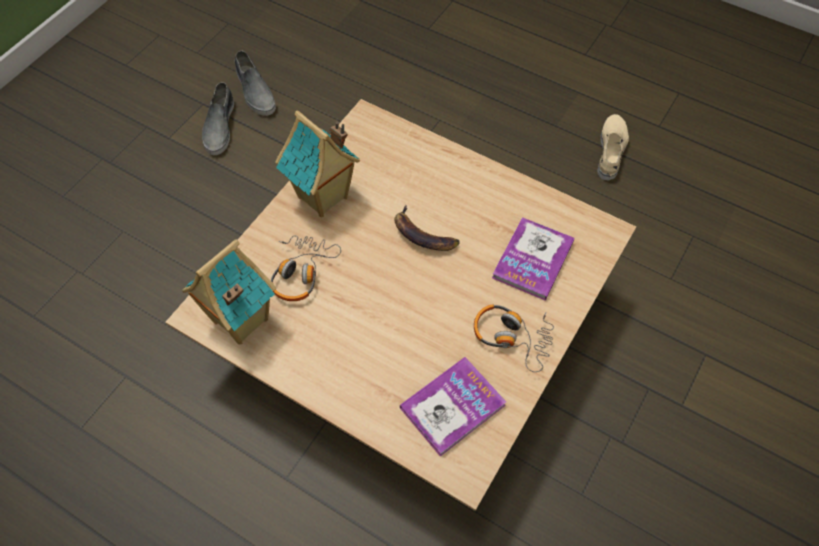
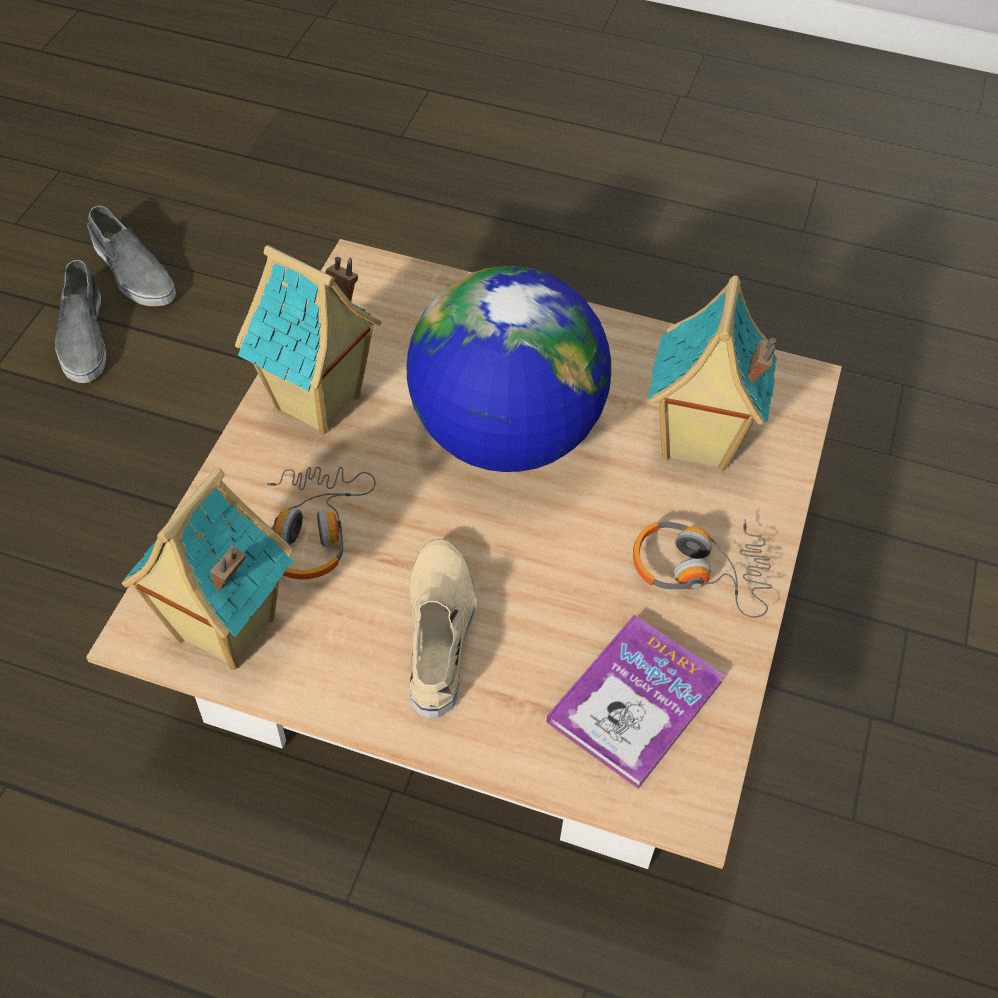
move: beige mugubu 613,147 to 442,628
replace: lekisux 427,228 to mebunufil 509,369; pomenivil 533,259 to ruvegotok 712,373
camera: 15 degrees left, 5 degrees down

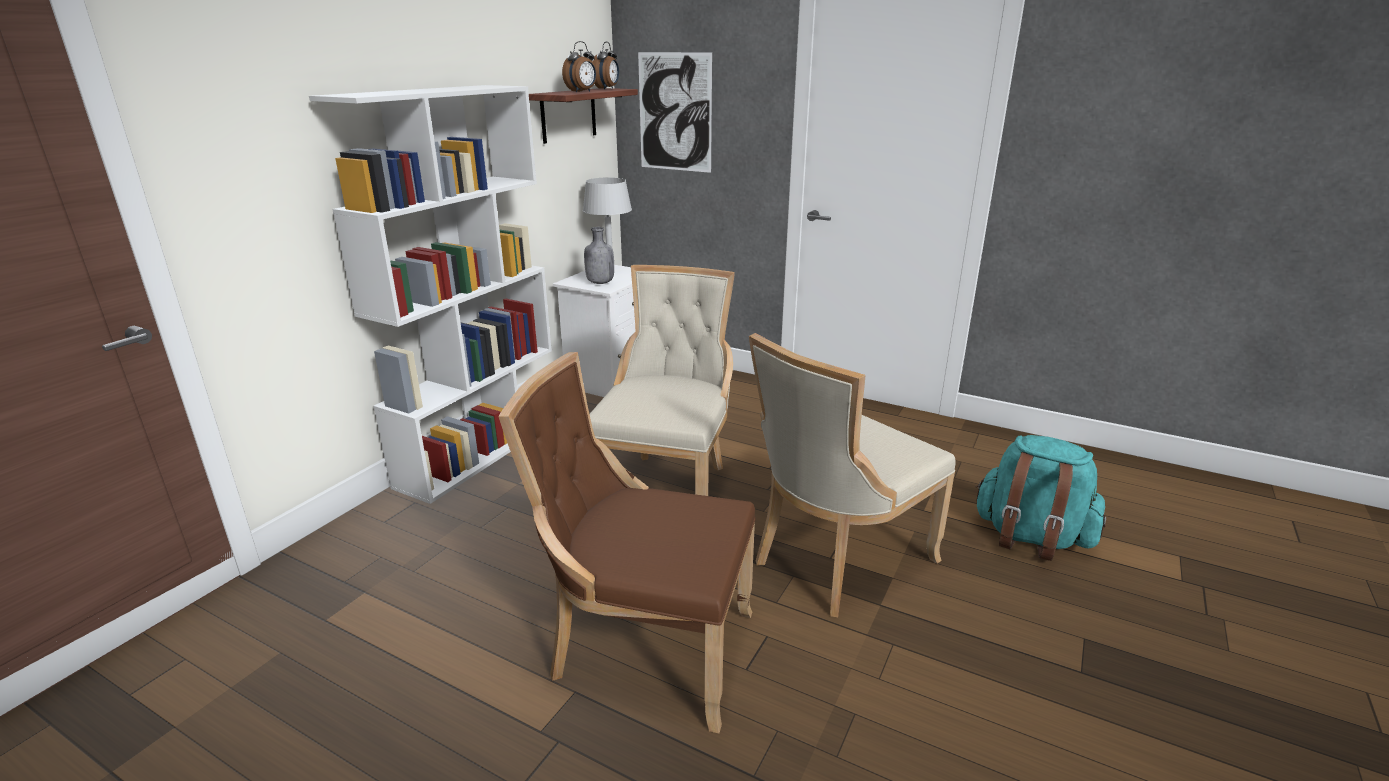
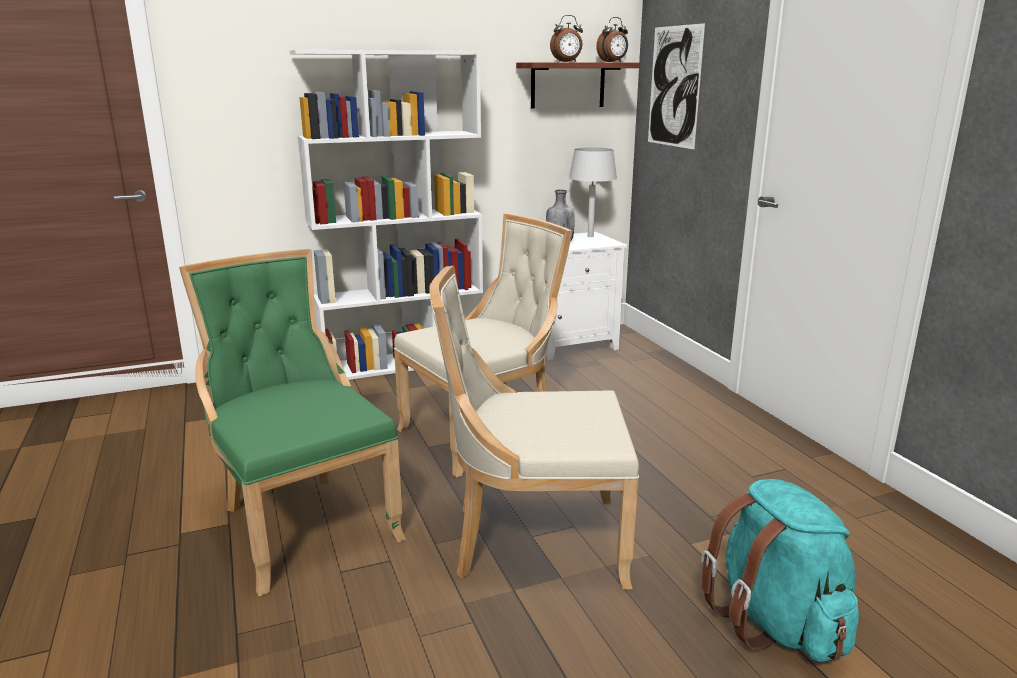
recolor: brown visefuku 627,542 to green visefuku 292,422
camera: 40 degrees right, 5 degrees down

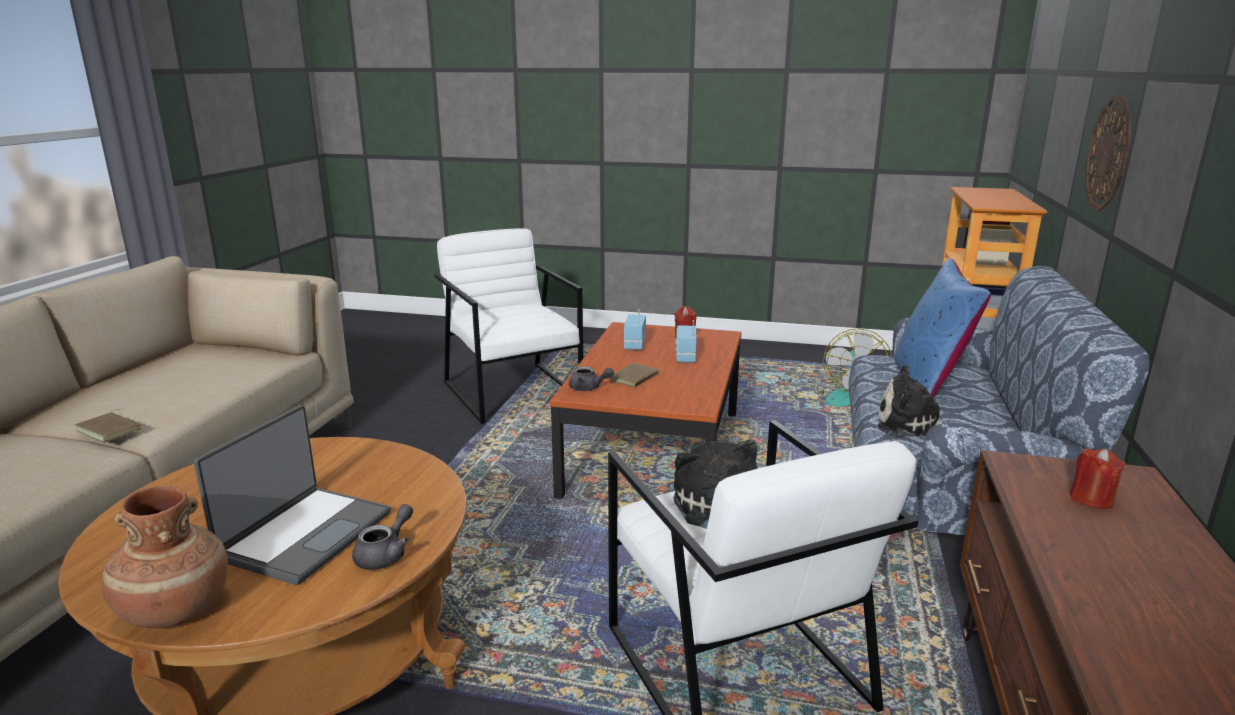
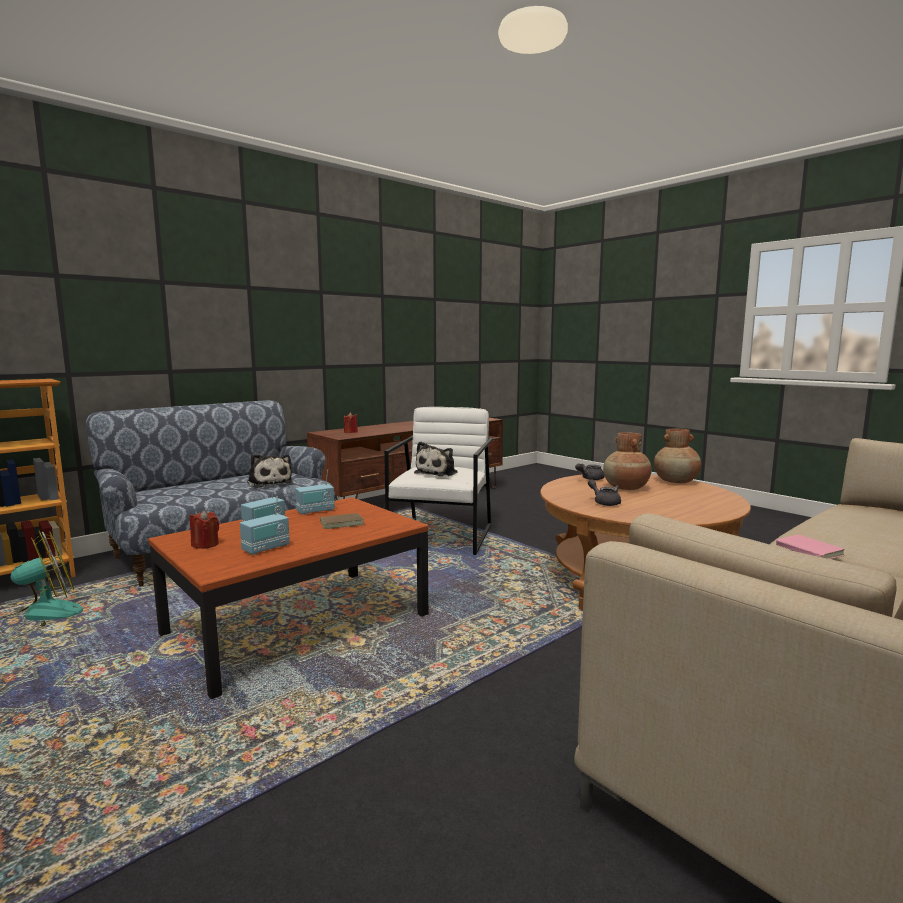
delete: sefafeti 1108,153; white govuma 508,326; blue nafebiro 942,327
insert: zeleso 315,492
move: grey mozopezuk 591,378 to 604,493
replace: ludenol 292,495 to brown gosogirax 627,461
recolor: brown pomenivil 108,426 to pink pomenivil 810,547
camera: 145 degrees left, 10 degrees down

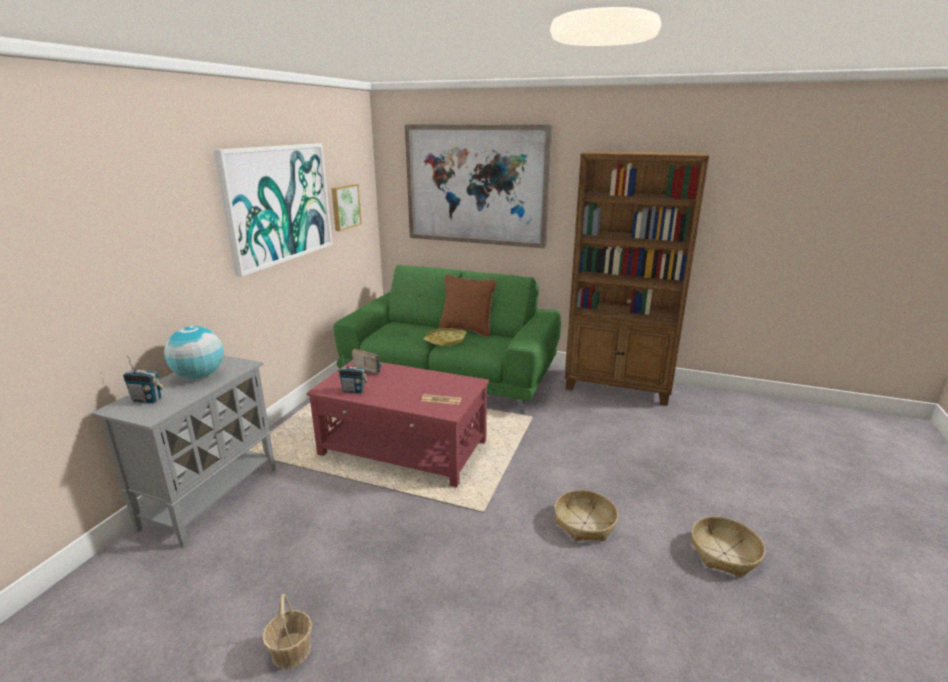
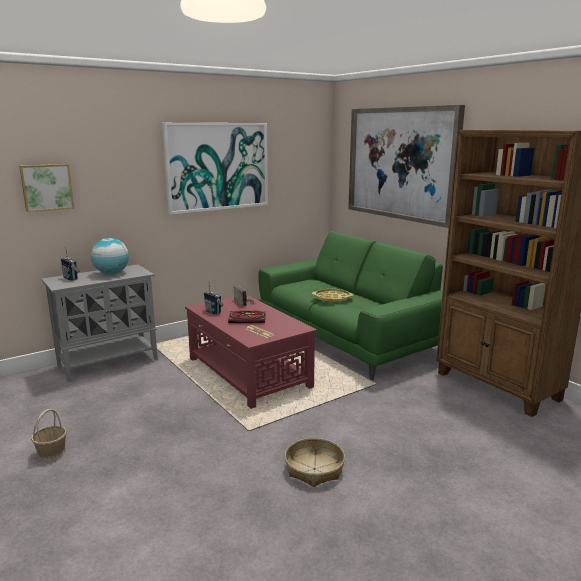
delete: brown nafebiro 468,305; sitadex 728,546
insert: pomenivil 247,317
move: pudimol 346,207 to 46,188
camera: 35 degrees right, 5 degrees down

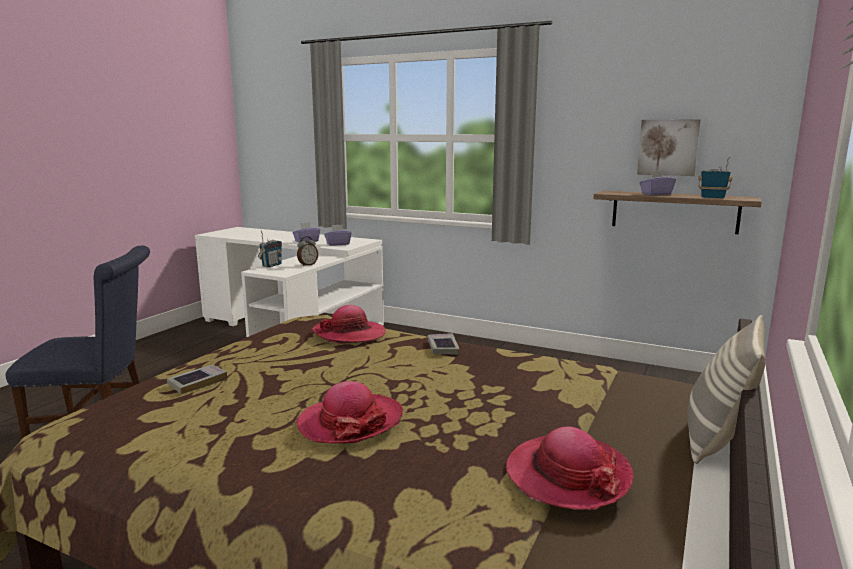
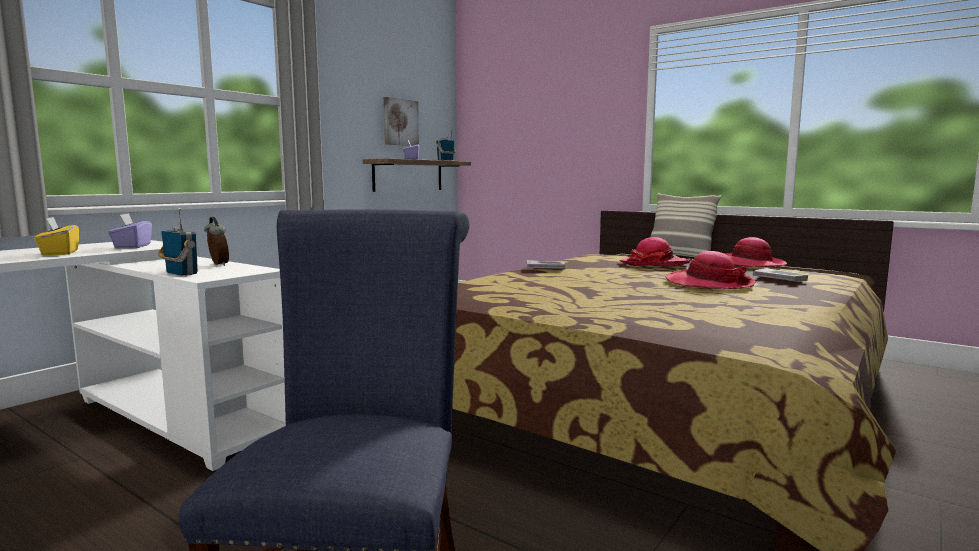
move: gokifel 349,324 to 655,251; pomenivil 197,379 to 780,274
recolor: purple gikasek 306,232 to yellow gikasek 56,236
camera: 80 degrees left, 5 degrees down

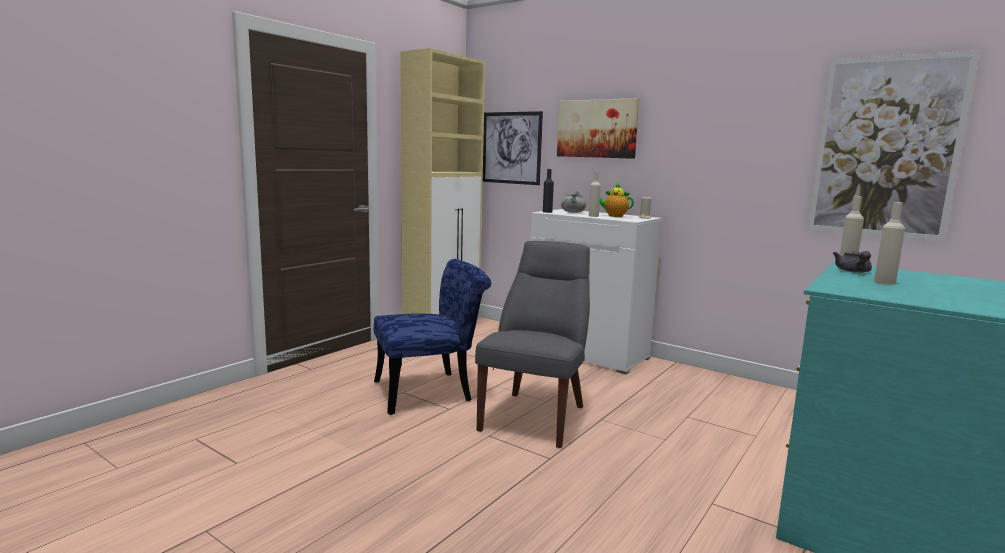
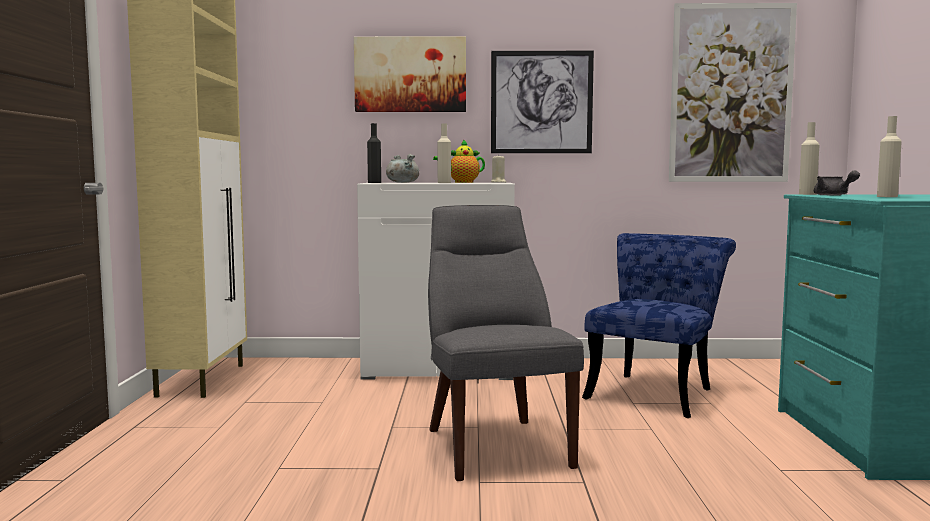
move: pudimol 513,148 to 542,102; blue visefuku 432,337 to 659,325
camera: 35 degrees left, 5 degrees down

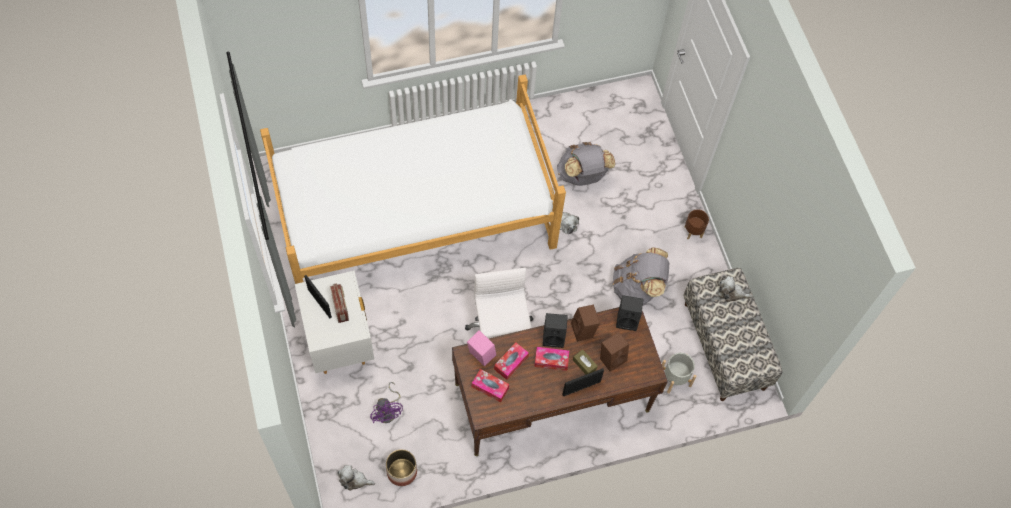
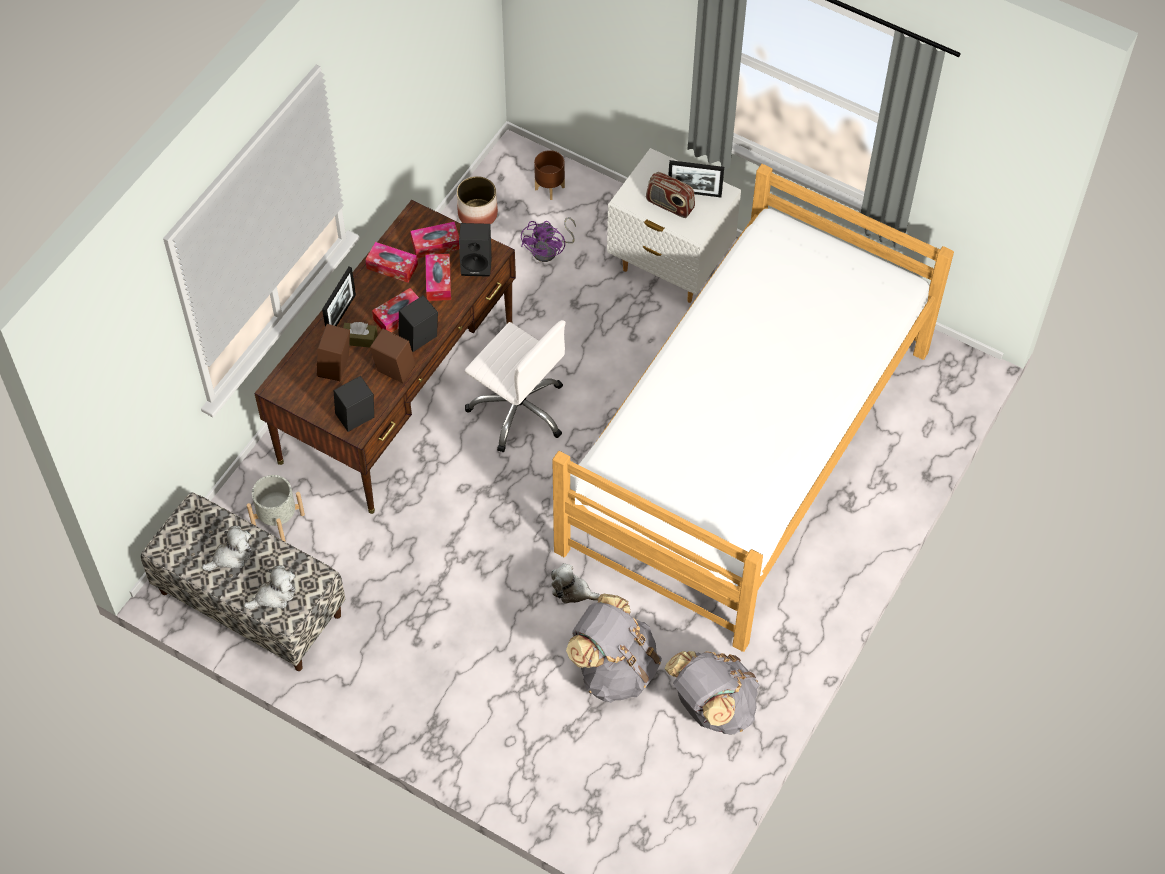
insert: gikasek 391,262
move: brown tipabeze 697,224 to 549,175; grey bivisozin 641,276 to 712,693; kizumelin 356,478 to 227,548
recolor: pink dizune 481,348 to black dizune 475,250
rotate: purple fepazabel 386,402 = 548,239 105 degrees counterclockwise
camera: 140 degrees right, 5 degrees down

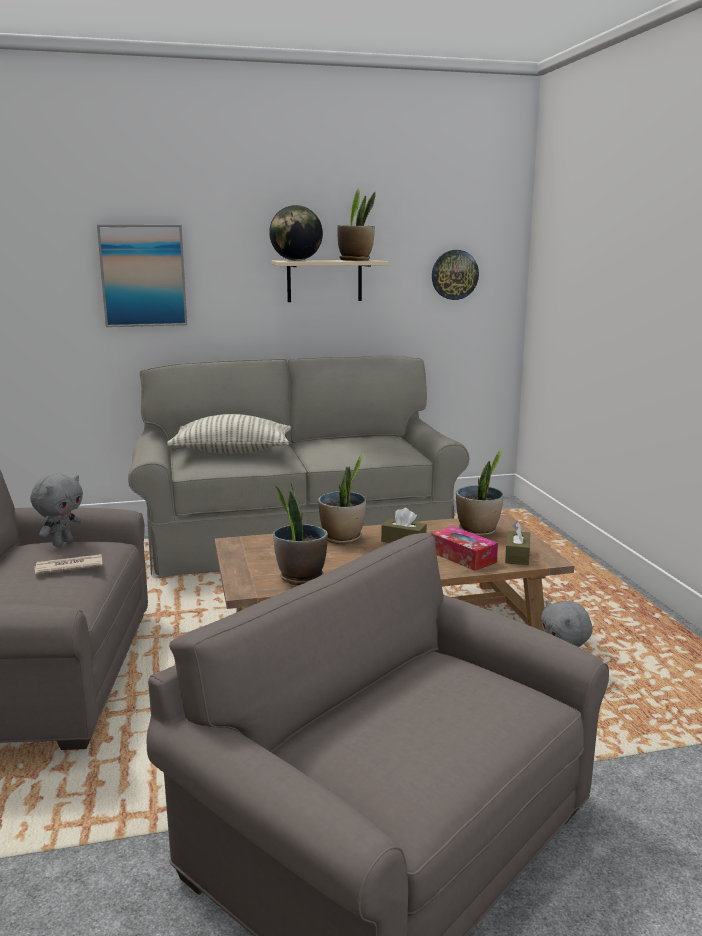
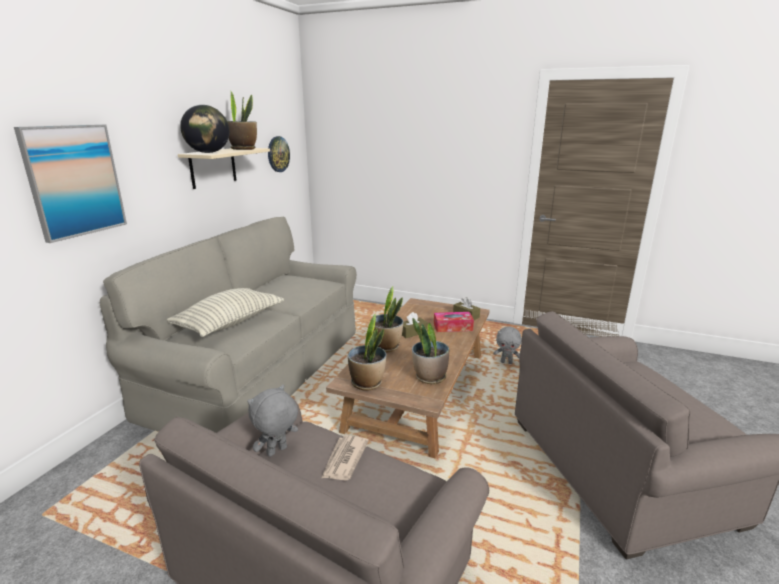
move: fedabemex 479,492 to 367,352
rotate: grey kizumelin 56,510 = 272,421 105 degrees counterclockwise
camera: 55 degrees left, 5 degrees up

